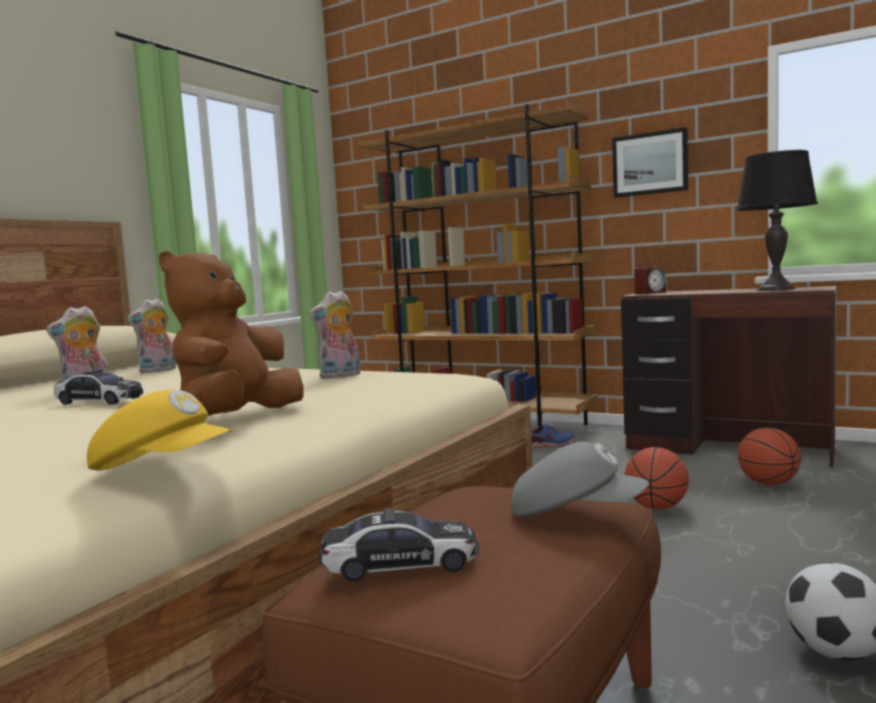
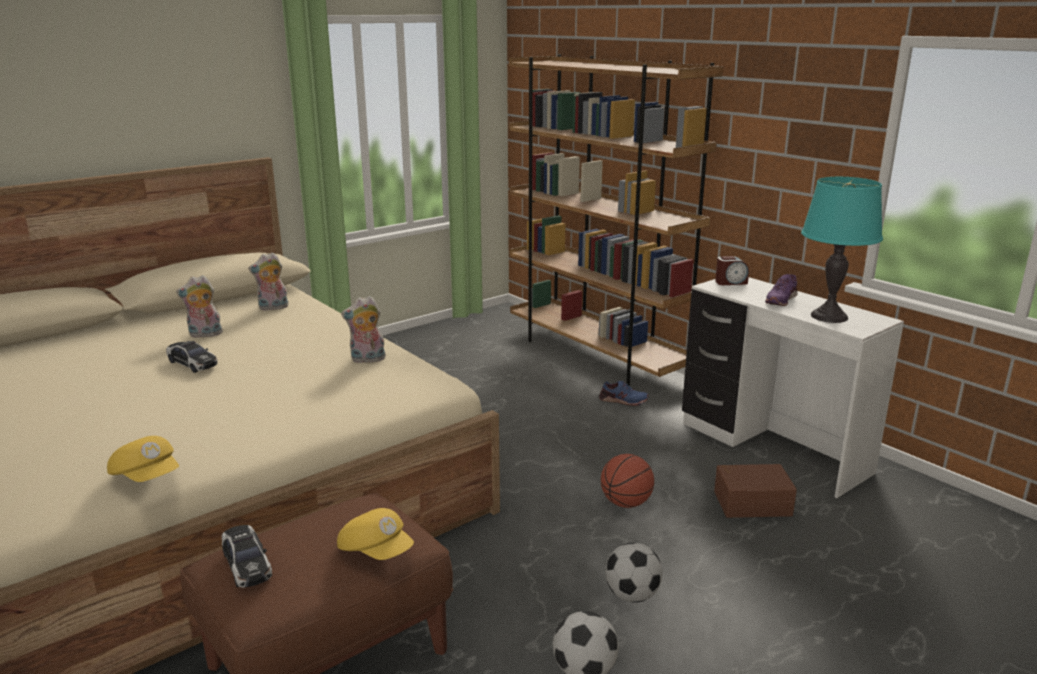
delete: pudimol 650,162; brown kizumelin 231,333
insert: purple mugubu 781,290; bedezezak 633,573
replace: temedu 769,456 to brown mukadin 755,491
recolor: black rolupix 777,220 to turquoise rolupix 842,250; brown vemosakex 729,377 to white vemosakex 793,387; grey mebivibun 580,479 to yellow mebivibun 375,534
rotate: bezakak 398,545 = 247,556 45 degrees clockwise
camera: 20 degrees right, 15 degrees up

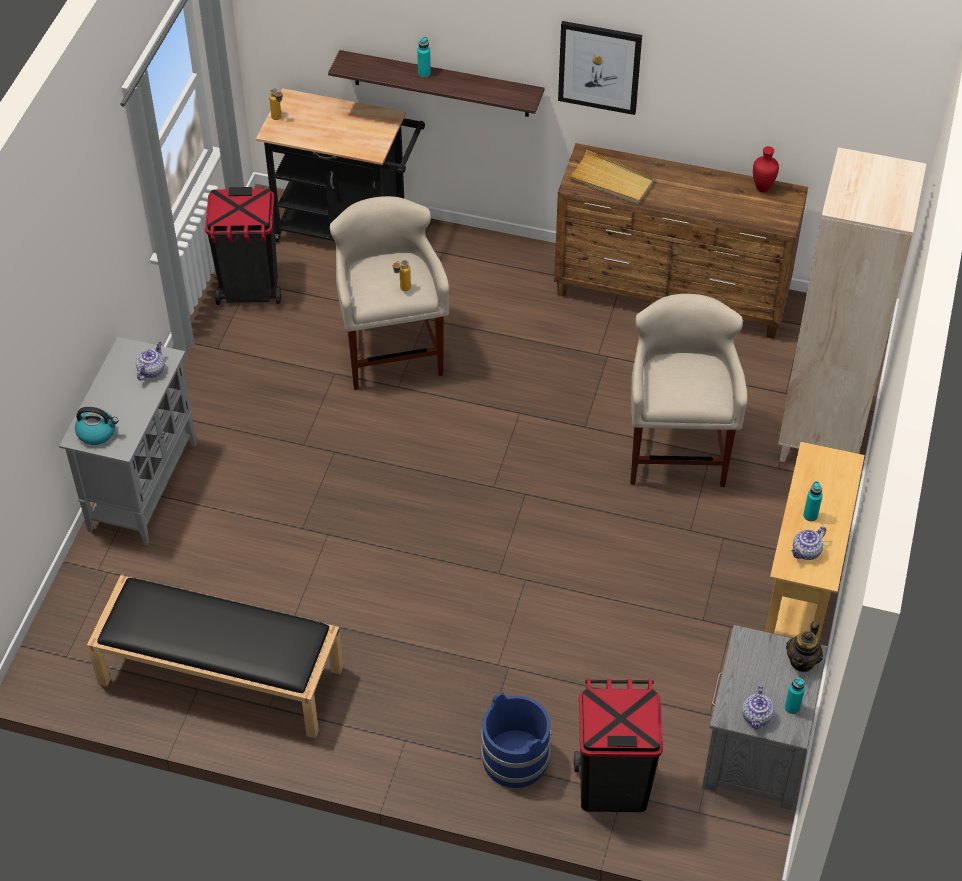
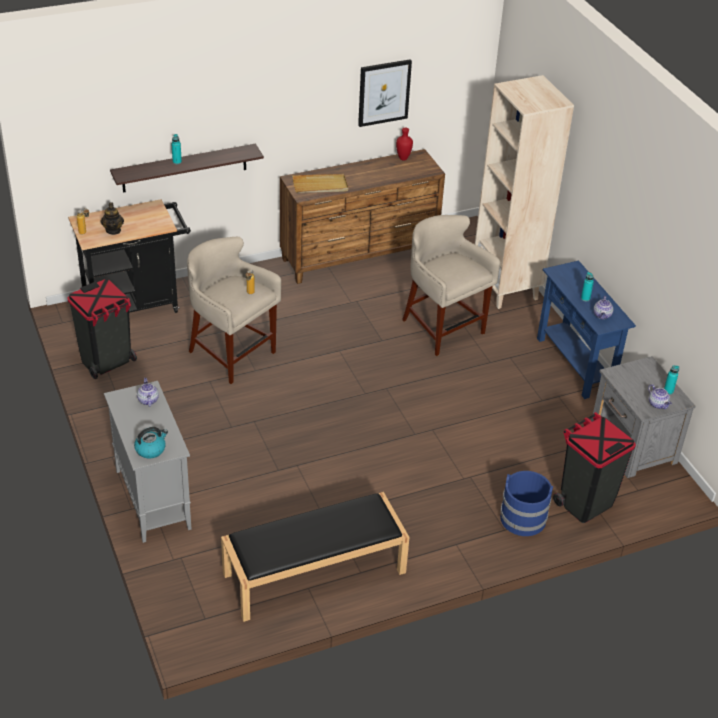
move: pudimol 600,68 to 385,93; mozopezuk 804,646 to 112,219
recolor: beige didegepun 815,542 to blue didegepun 586,329
camera: 40 degrees left, 10 degrees down

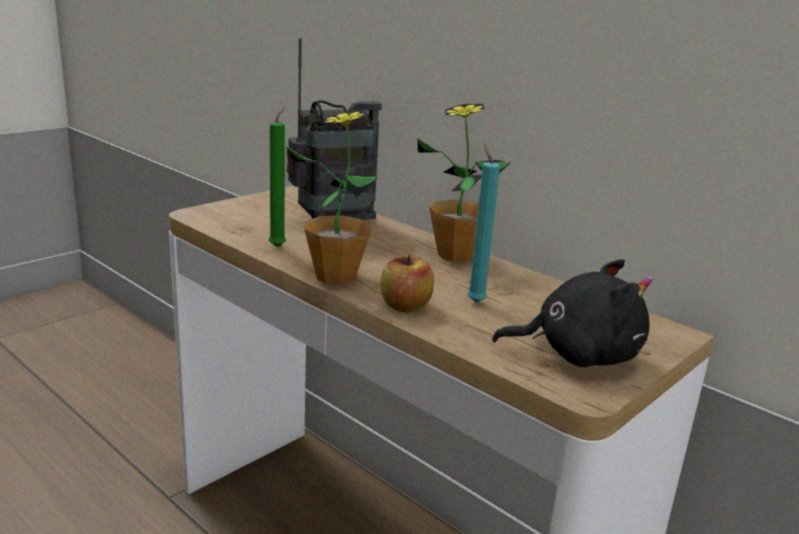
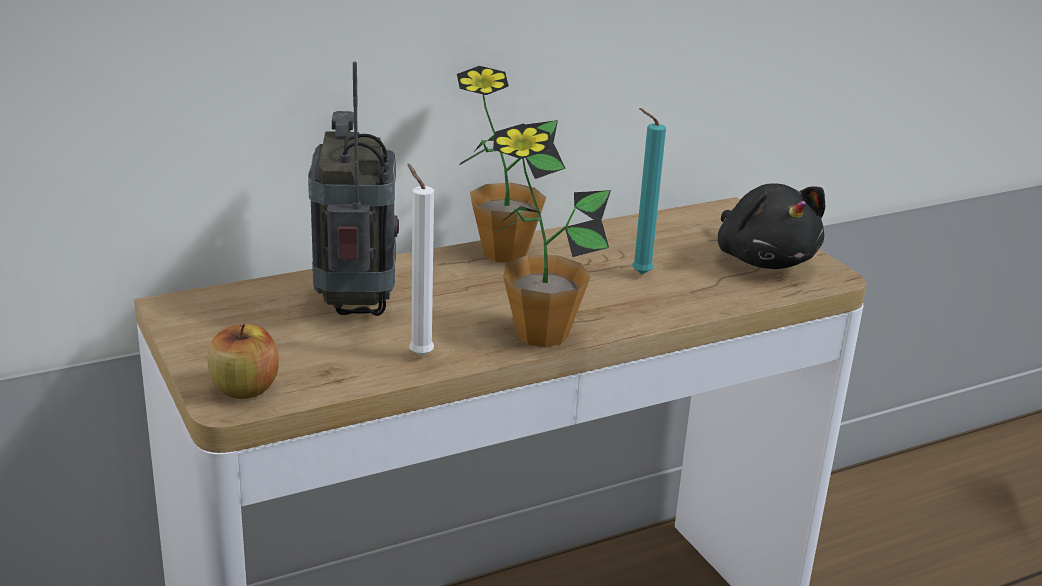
move: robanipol 407,283 to 243,361
recolor: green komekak 277,177 to white komekak 420,260
rotate: black kizumelin 572,313 = 771,226 135 degrees clockwise
camera: 70 degrees left, 5 degrees up

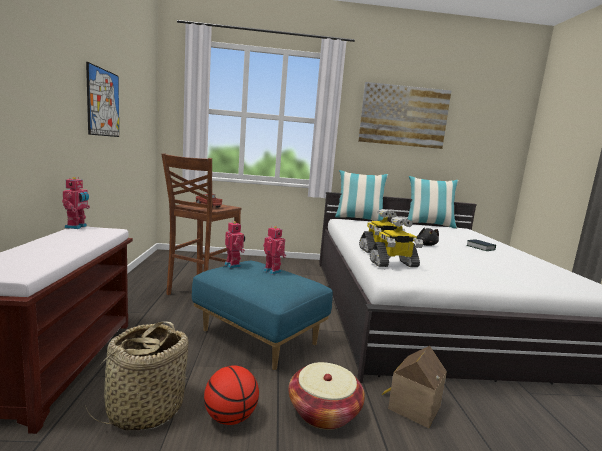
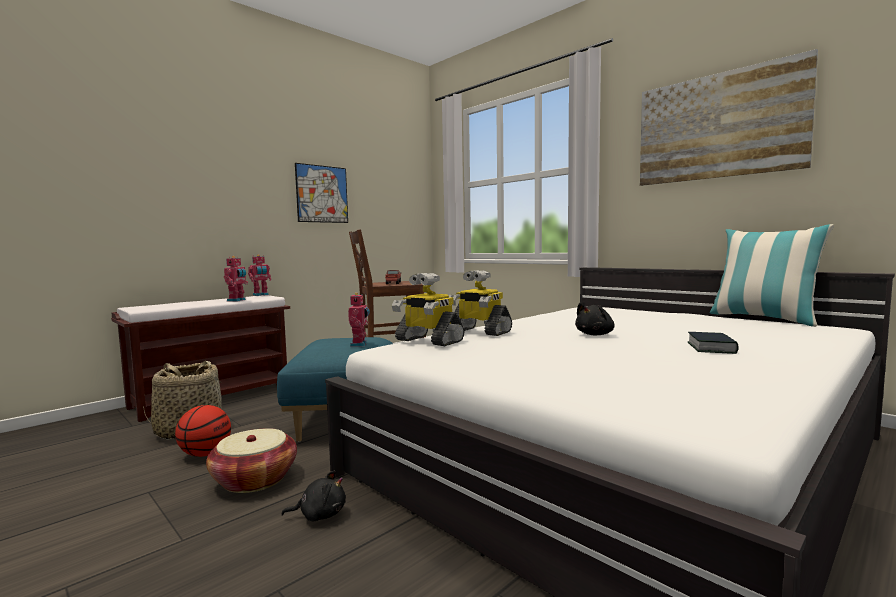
delete: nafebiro 362,195
move: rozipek 234,244 to 236,279
replace: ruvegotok 414,387 to black kizumelin 313,496
camera: 50 degrees right, 5 degrees down

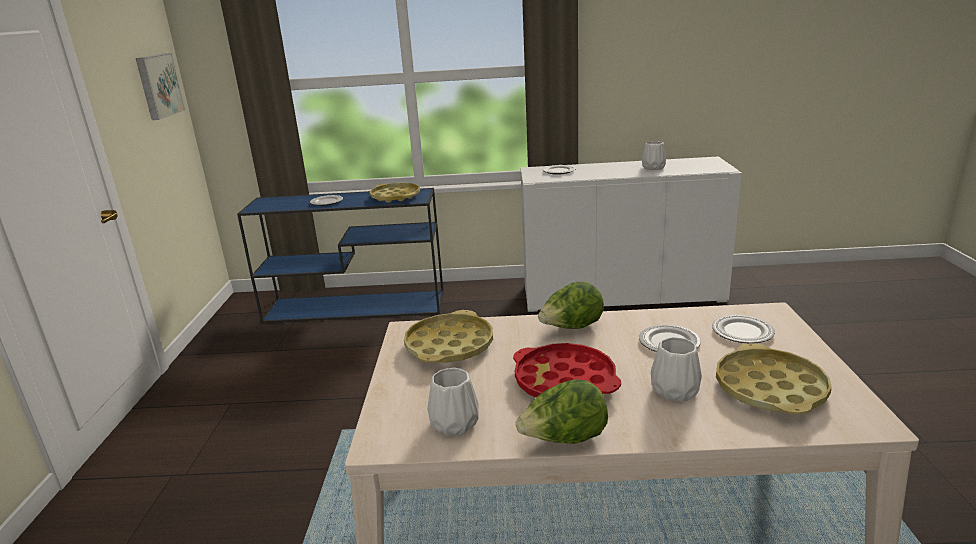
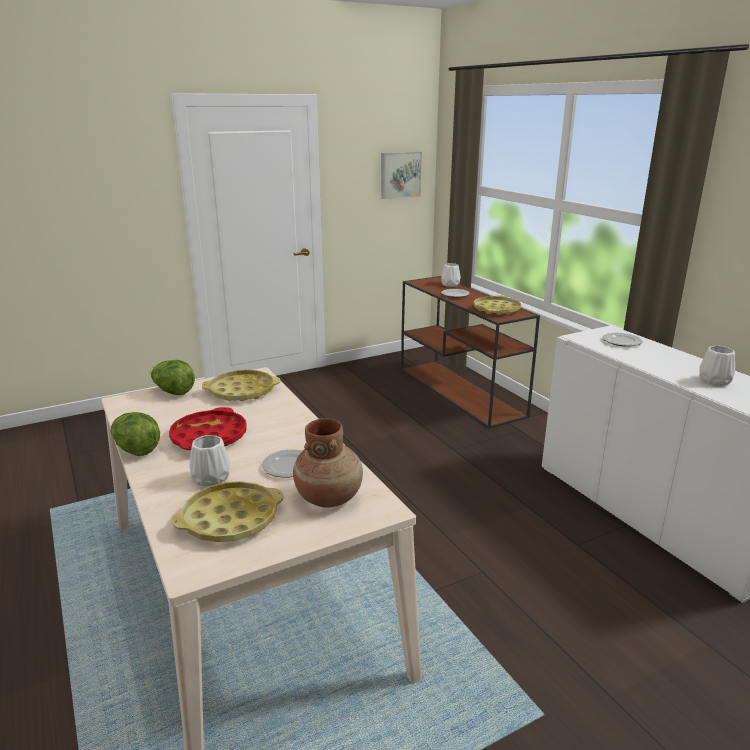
move: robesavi 571,305 to 172,377; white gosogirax 453,402 to 451,275
replace: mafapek 743,329 to brown gosogirax 328,463
recolor: blue didegepun 340,255 to brown didegepun 470,352
camera: 60 degrees right, 0 degrees up

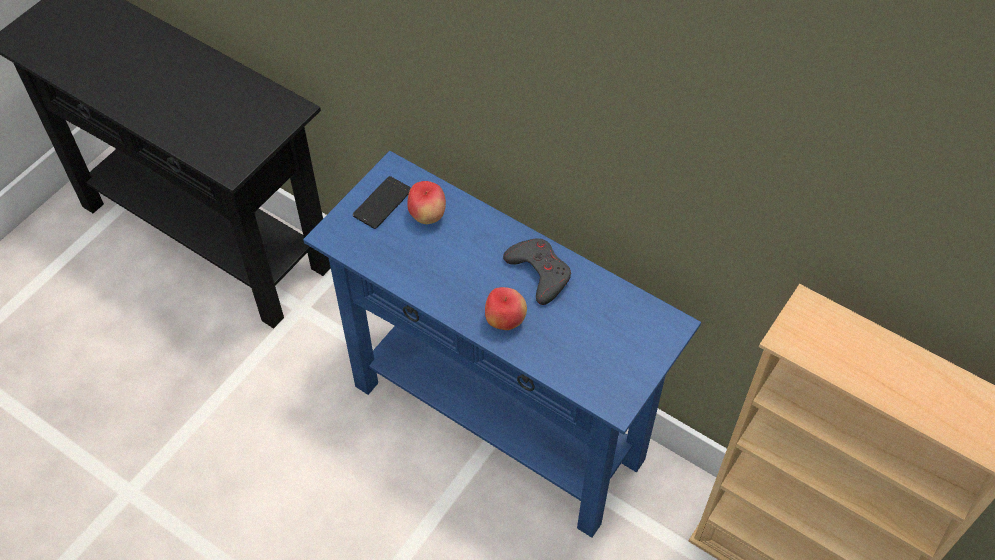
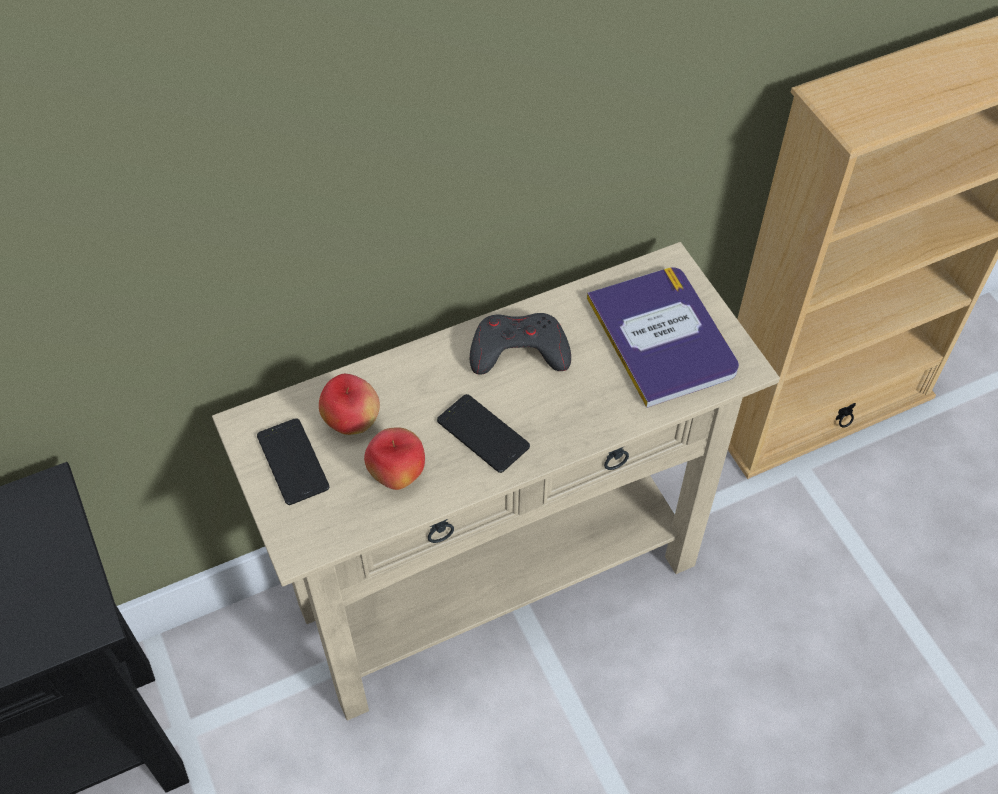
insert: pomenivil 663,337; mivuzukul 483,433
move: robanipol 506,308 to 394,458
recolor: blue didegepun 502,344 to beige didegepun 496,481
camera: 60 degrees left, 0 degrees up

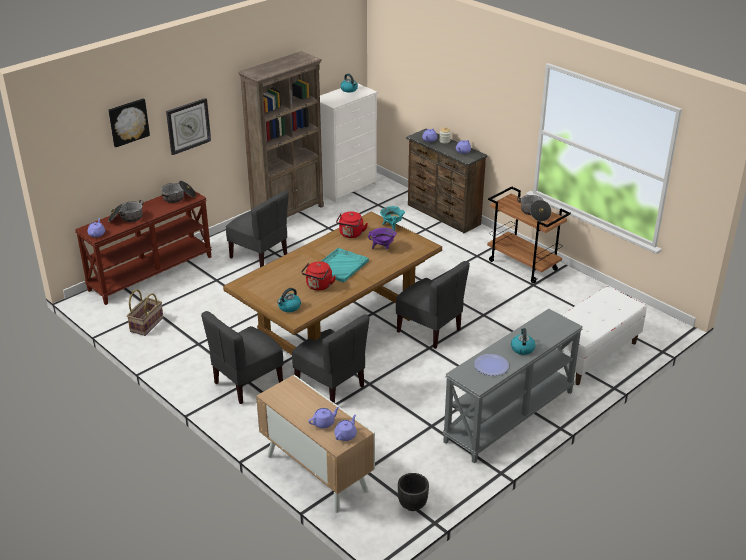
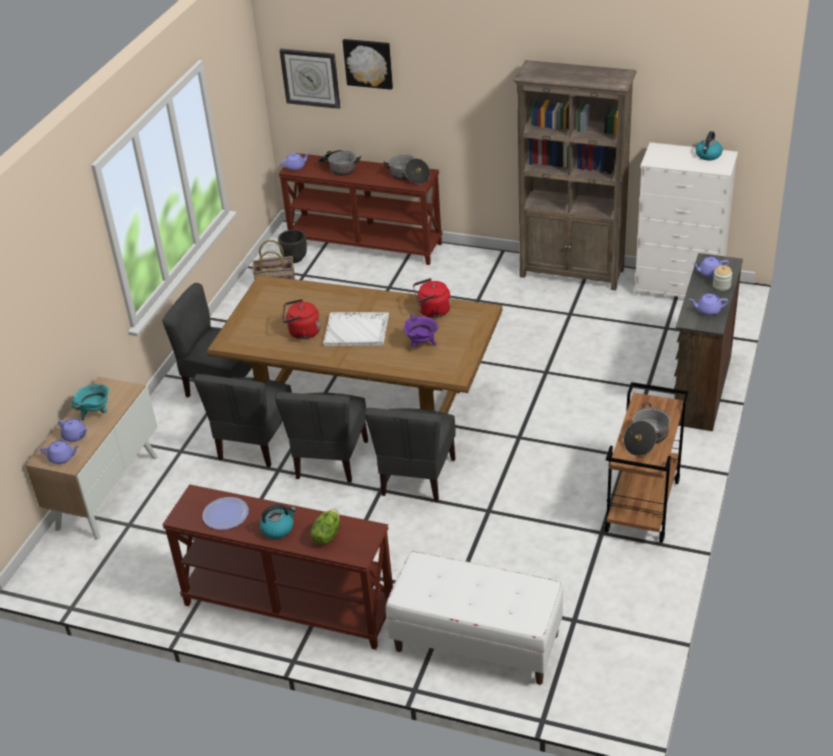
delete: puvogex 289,300
insert: robesavi 325,527
move: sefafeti 188,126 to 309,79; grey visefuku 257,229 to 321,437; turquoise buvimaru 392,218 to 90,402; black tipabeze 413,492 to 292,246
recolor: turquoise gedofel 345,265 to white gedofel 356,329; grey didegepun 512,386 to brown didegepun 277,567
camera: 65 degrees right, 5 degrees up

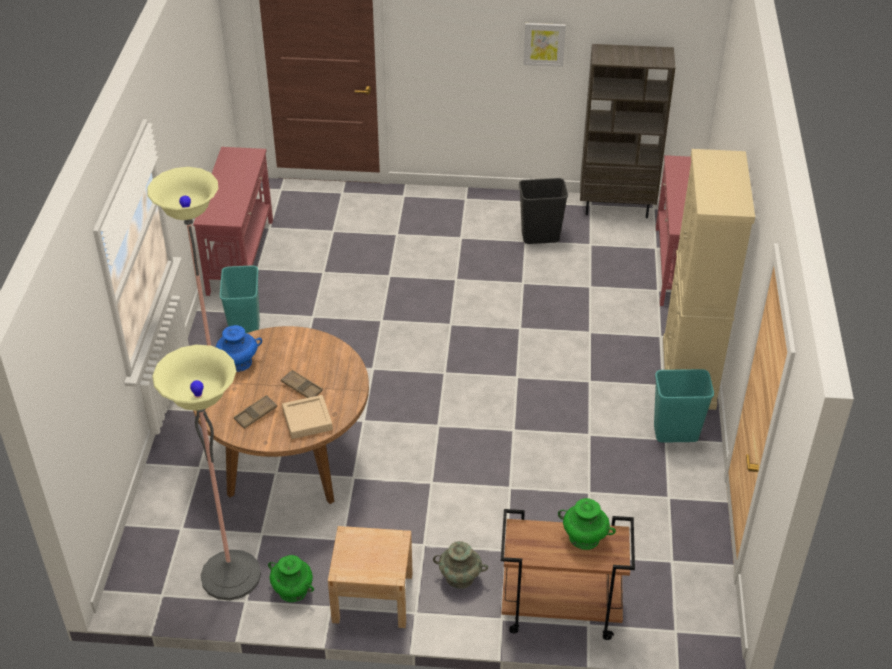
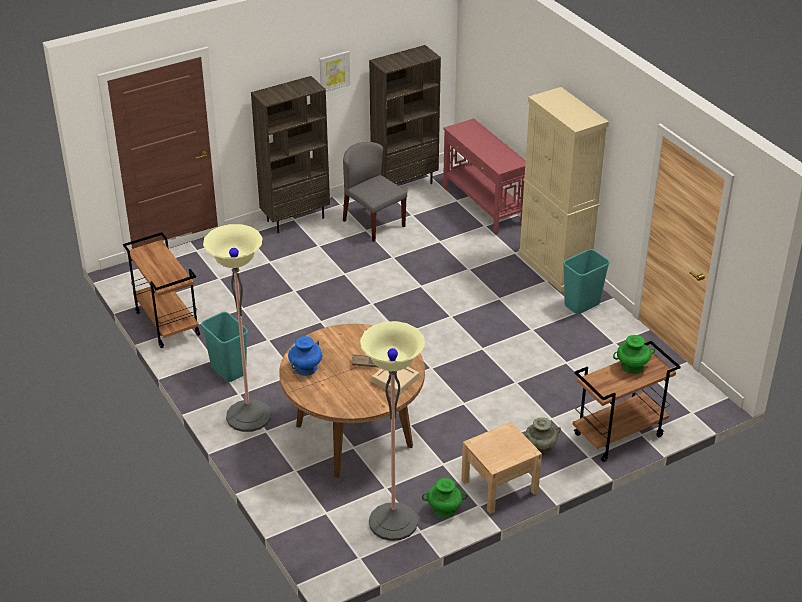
delete: brown gedofel 255,412
insert: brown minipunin 290,154
replace: red didegepun 233,221 to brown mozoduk 161,290; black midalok 543,211 to grey visefuku 375,192
camera: 35 degrees left, 5 degrees down

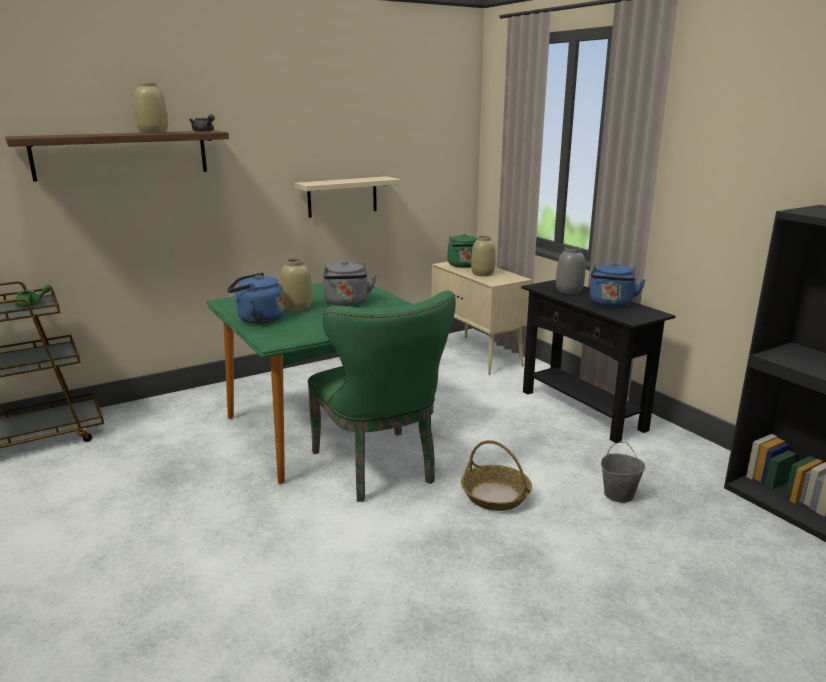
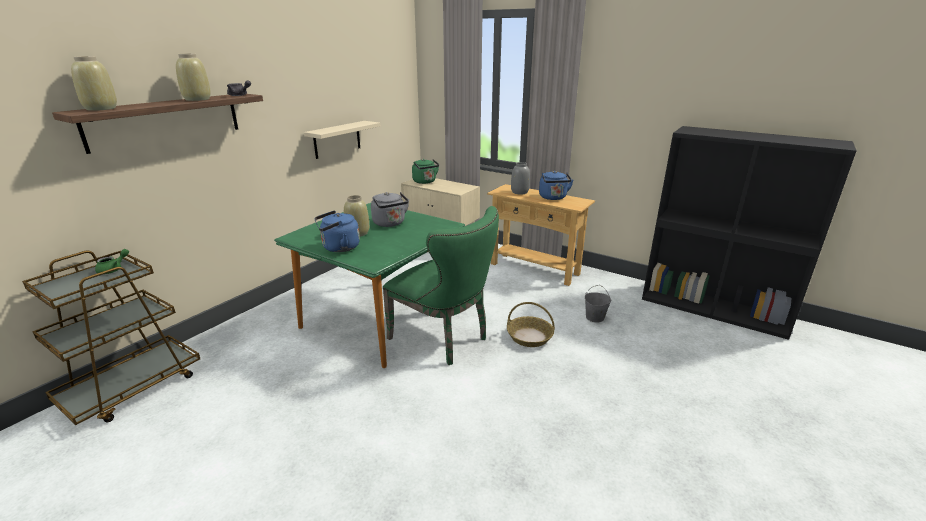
move: beige gosogirax 483,255 to 94,83
recolor: black didegepun 598,361 to beige didegepun 541,235
camera: 25 degrees left, 5 degrees up

